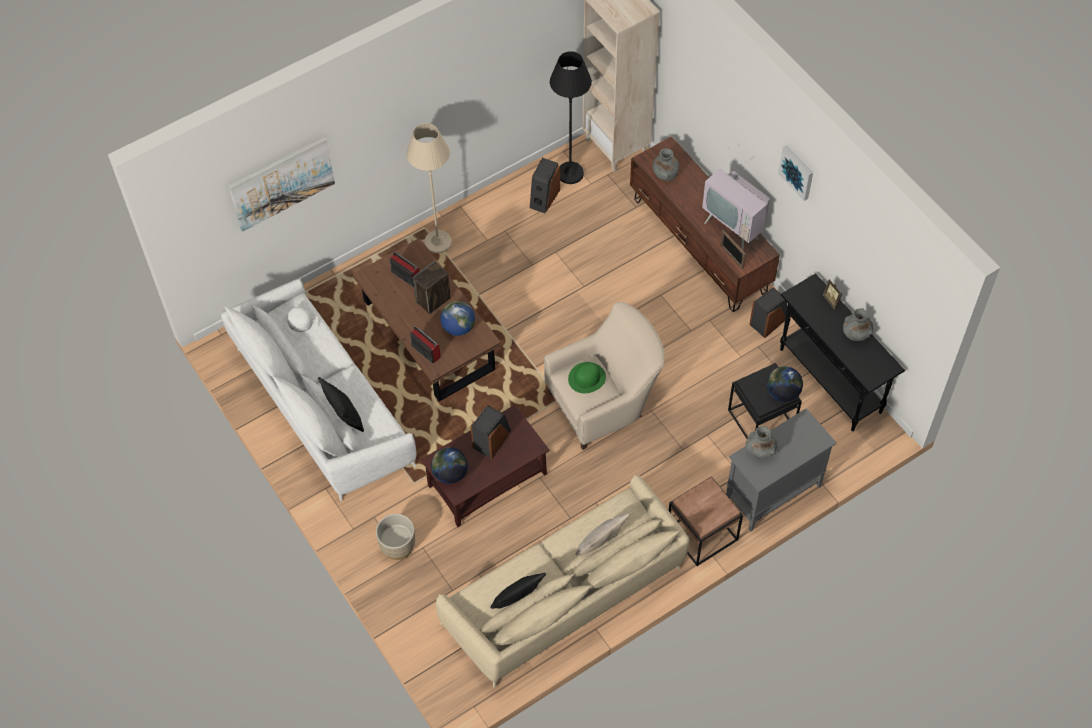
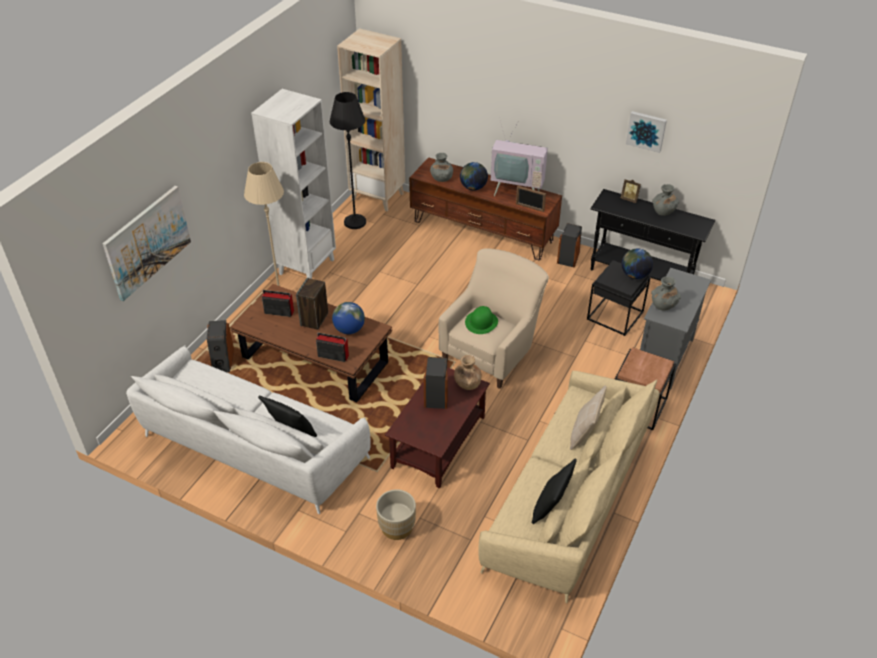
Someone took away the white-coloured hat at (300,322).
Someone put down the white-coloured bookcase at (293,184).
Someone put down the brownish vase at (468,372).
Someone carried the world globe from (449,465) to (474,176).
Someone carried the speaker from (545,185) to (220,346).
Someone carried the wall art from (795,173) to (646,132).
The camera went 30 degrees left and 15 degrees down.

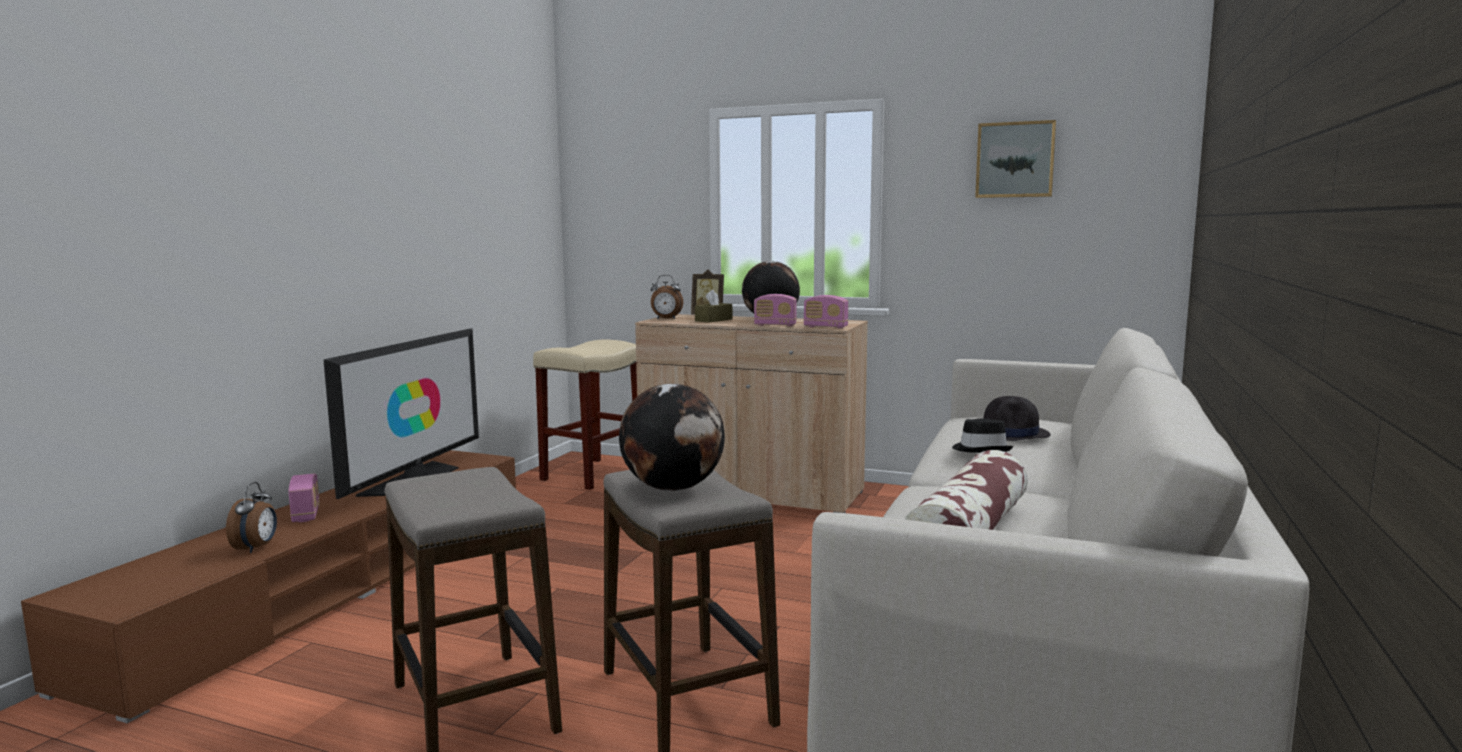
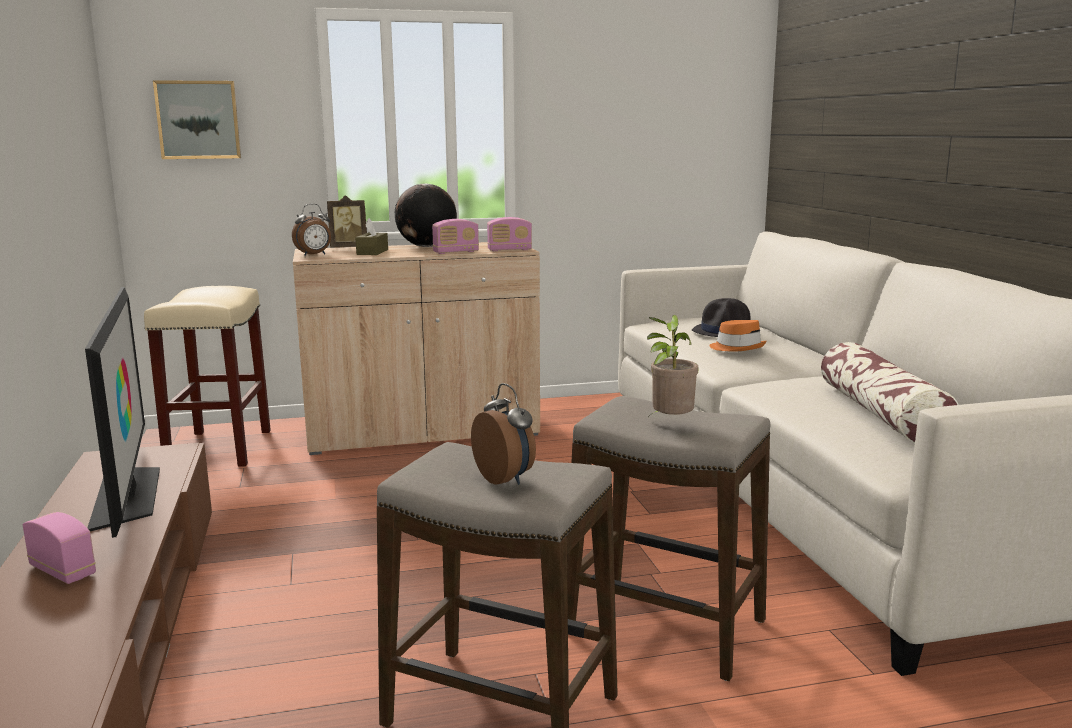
Someone carried the alarm clock from (251,517) to (503,434).
Someone carried the wall art from (1015,159) to (197,119).
Someone swapped the world globe at (672,437) for the houseplant at (672,366).
Someone repainted the black hat at (982,436), which became the orange hat at (737,336).
The camera went 35 degrees left and 5 degrees up.

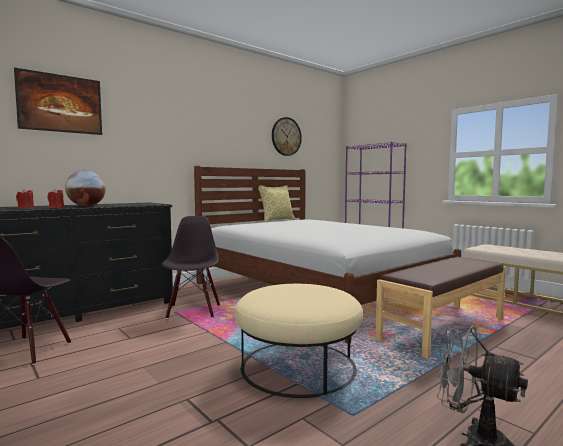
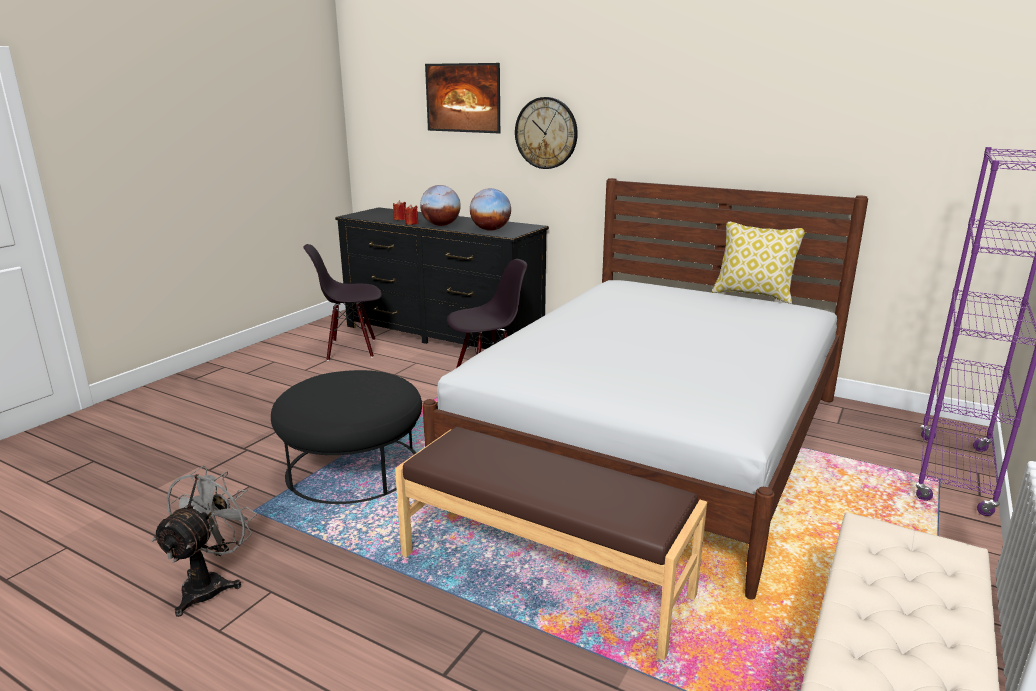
Someone put down the world globe at (490,209).
Someone carried the wall clock from (287,136) to (546,133).
Someone repainted the beige footrest at (298,341), which became the black footrest at (346,437).
The camera went 70 degrees right and 15 degrees up.

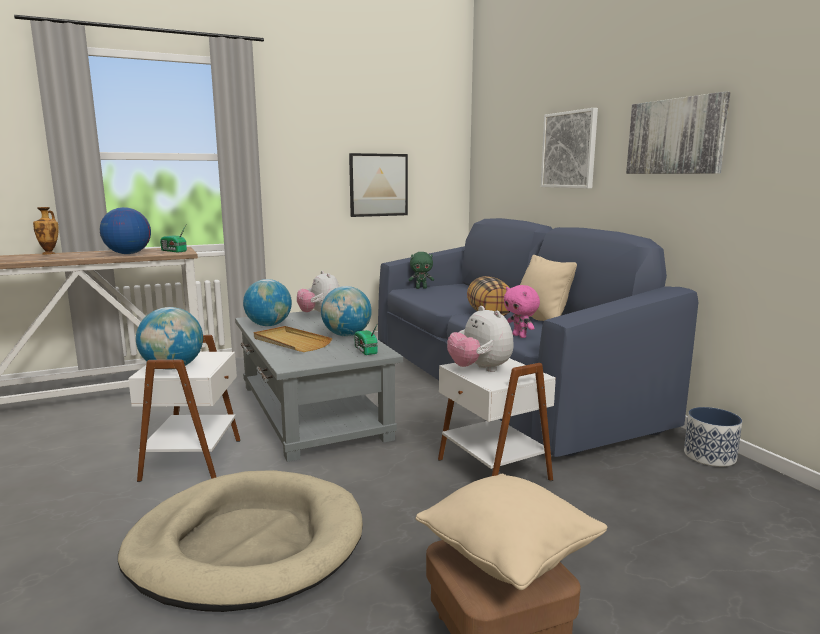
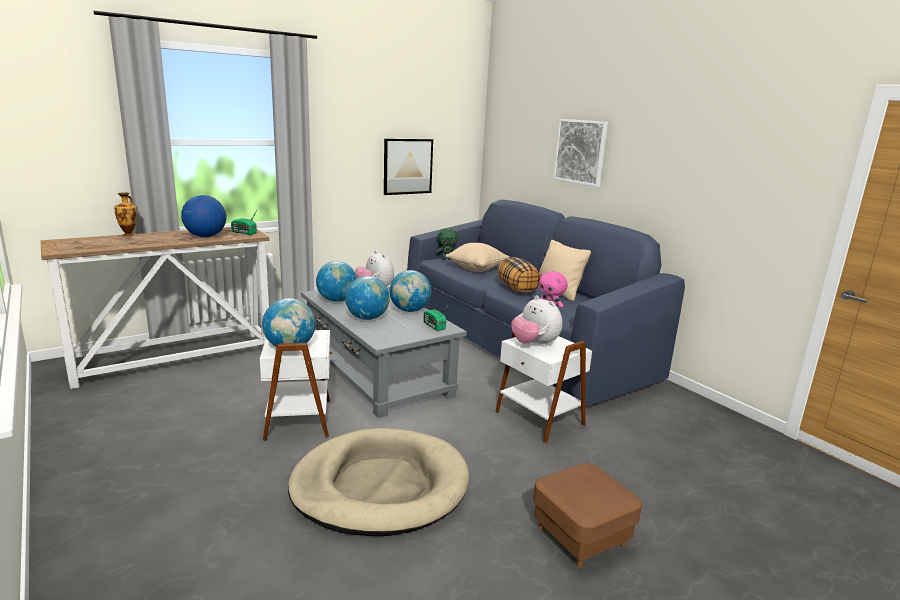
Someone took away the wall art at (678,133).
Someone took away the planter at (713,437).
Someone carried the beige pillow from (511,532) to (478,257).
Someone swapped the beige serving tray at (293,339) for the world globe at (367,298).
The camera went 10 degrees left and 5 degrees up.

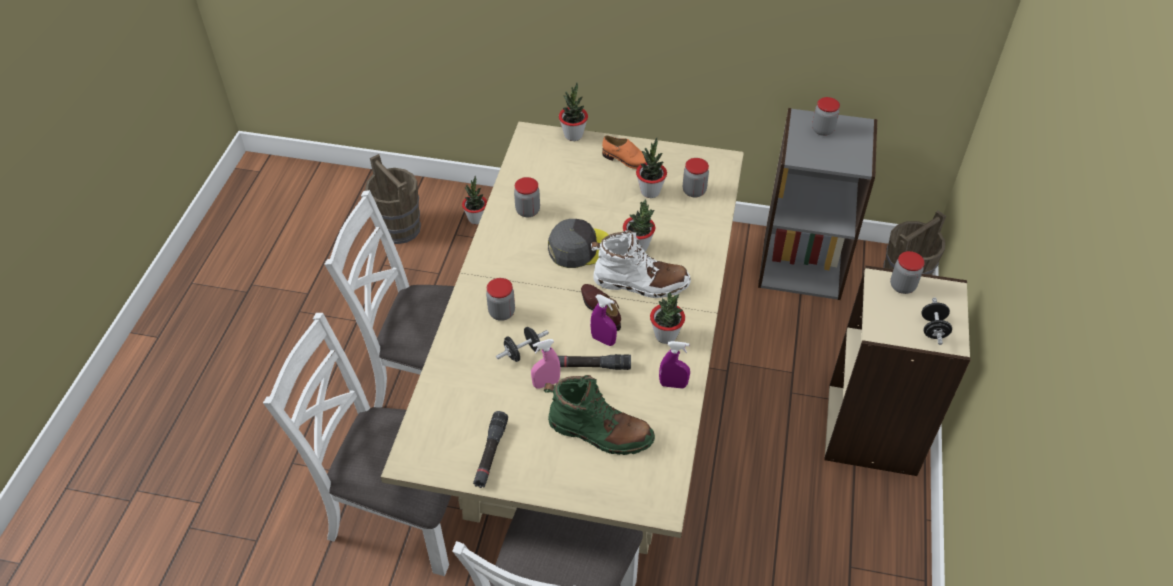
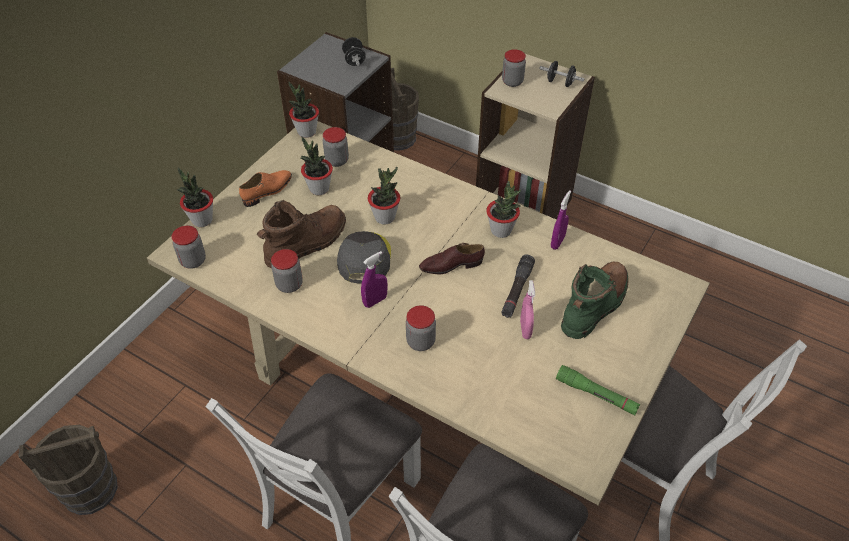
Someone took away the white-coloured high-top boot at (641,264).
Someone put down the brownish high-top boot at (301,234).
Someone carried the houseplant from (474,200) to (304,110).
Someone carried the black hand weight from (522,344) to (354,51).
Someone carried the purple hand sprayer from (603,320) to (374,279).
Someone carried the jar from (826,116) to (189,247).
Someone repainted the black torch at (490,449), which became the green-coloured torch at (598,390).
The camera went 70 degrees left and 0 degrees up.

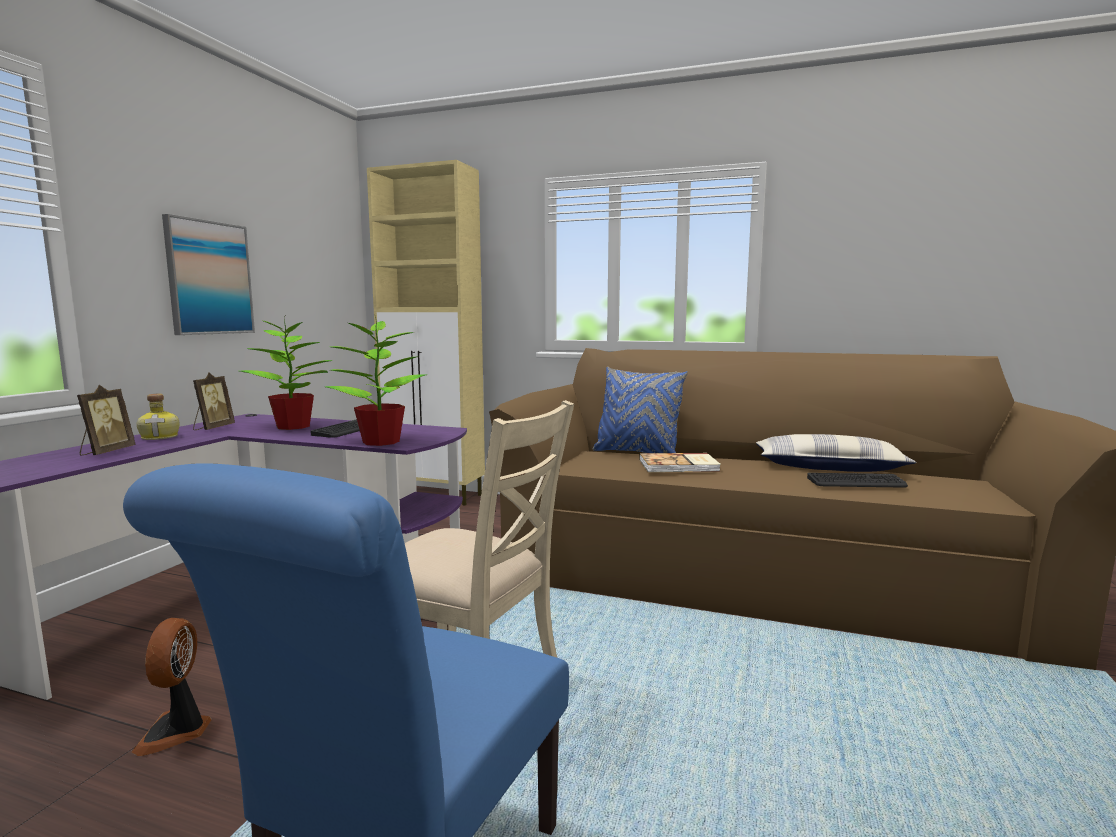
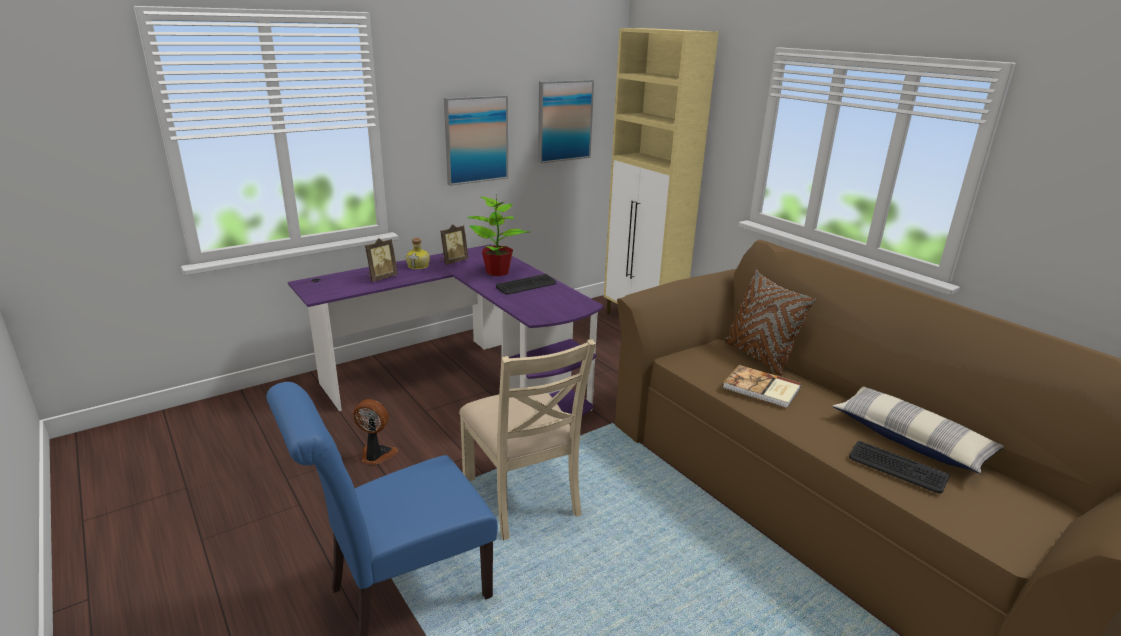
Someone took away the houseplant at (376,380).
Someone put up the wall art at (566,121).
Someone repainted the blue pillow at (640,410), which became the brownish pillow at (770,323).
Someone rotated the electric fan at (171,687) by 75 degrees clockwise.
The camera went 35 degrees right and 15 degrees up.

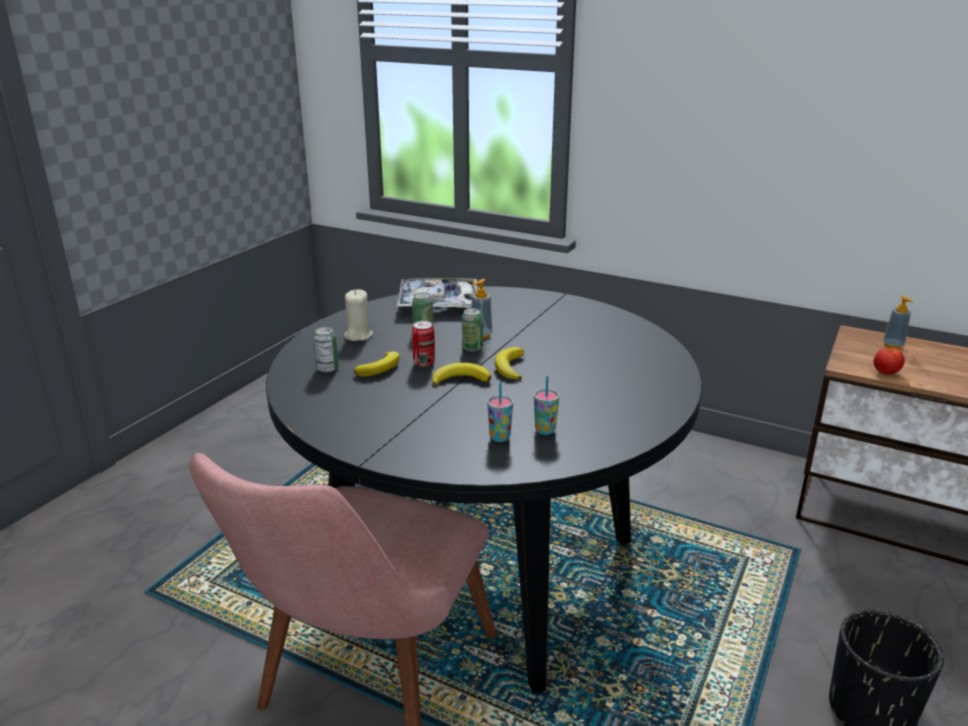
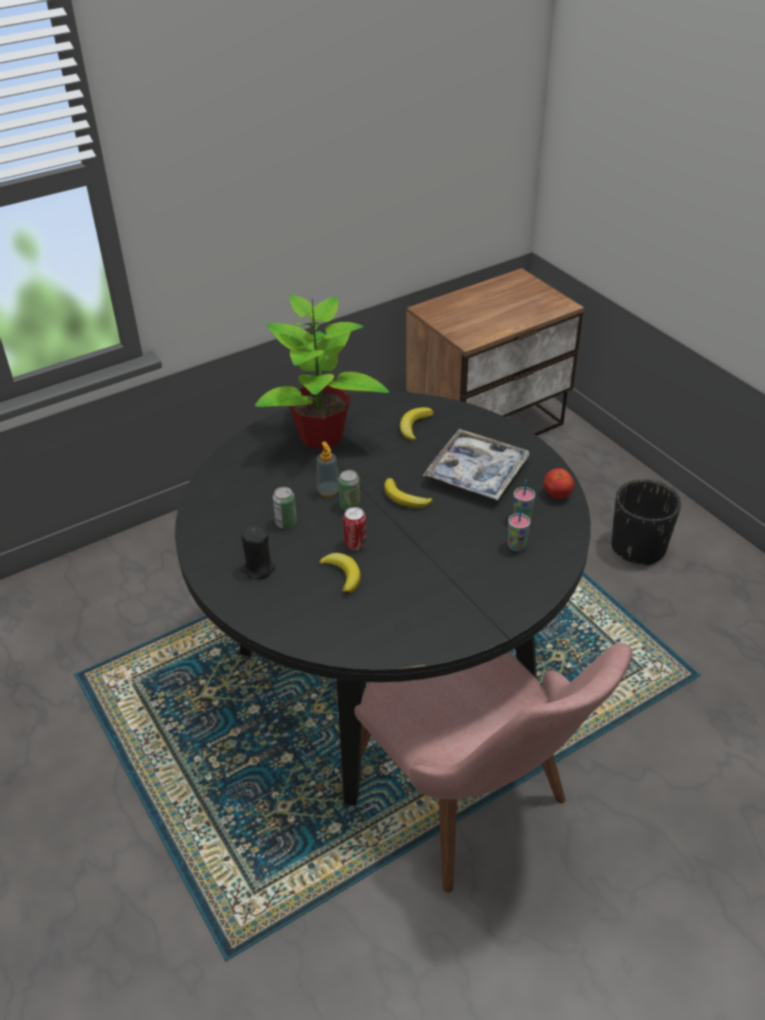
Someone took away the sealed can at (326,350).
Someone took away the soap dispenser at (898,322).
Someone put down the houseplant at (322,372).
Someone carried the serving tray from (436,294) to (476,464).
Someone carried the whole banana from (461,374) to (417,424).
Someone carried the tomato from (889,361) to (559,483).
Someone repainted the beige candle at (358,315), which became the black candle at (258,552).
The camera went 60 degrees left and 15 degrees up.

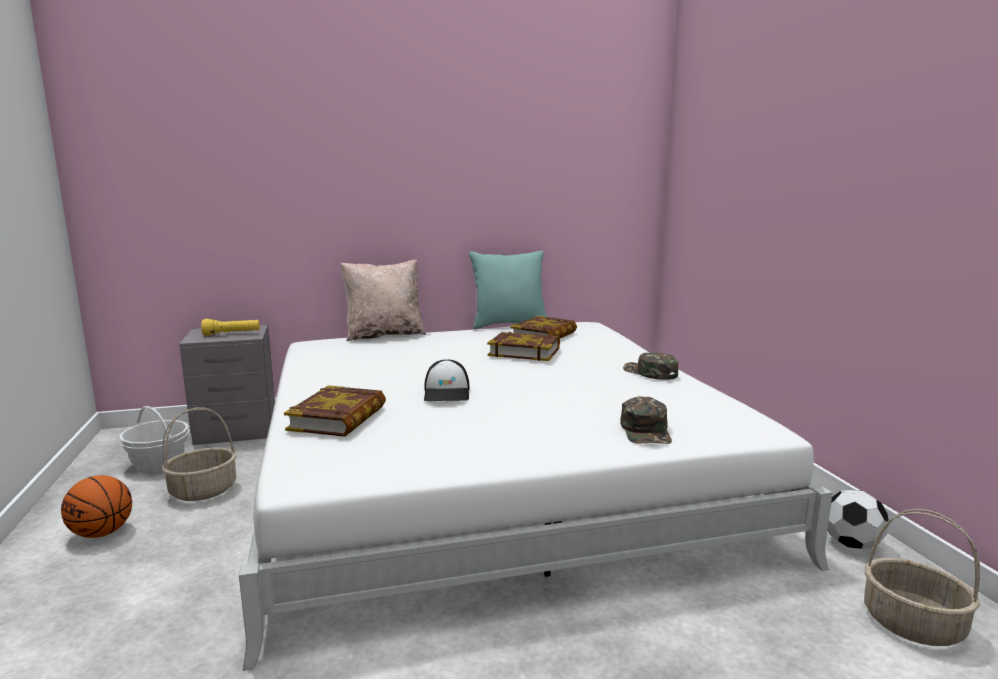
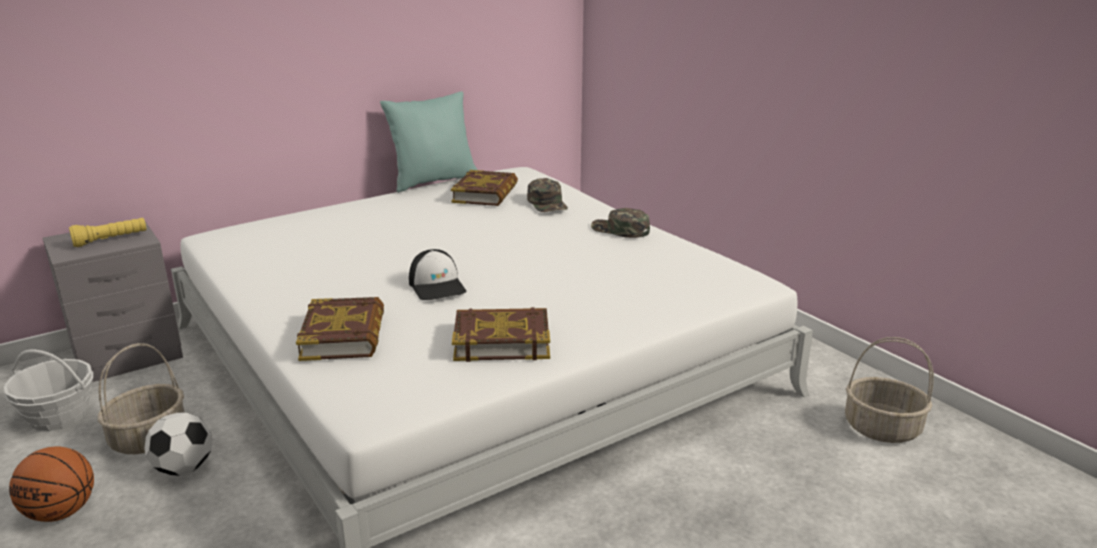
Someone took away the beige pillow at (383,300).
Someone carried the volume from (523,346) to (501,334).
Someone carried the green-coloured peaked cap from (646,420) to (547,195).
Someone carried the football ball from (858,519) to (178,444).
The camera went 20 degrees left and 10 degrees up.

